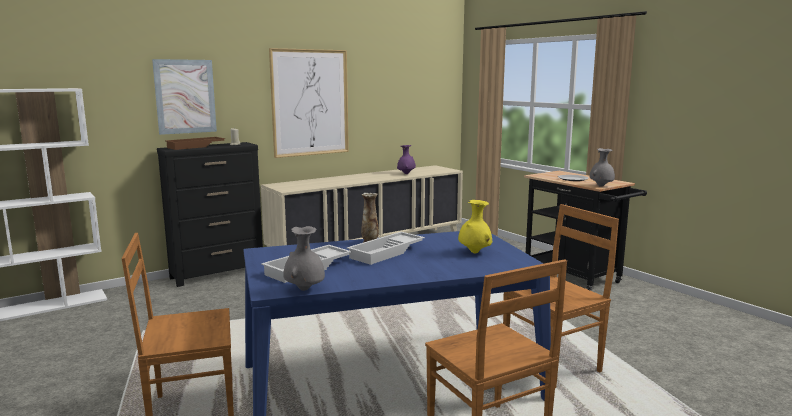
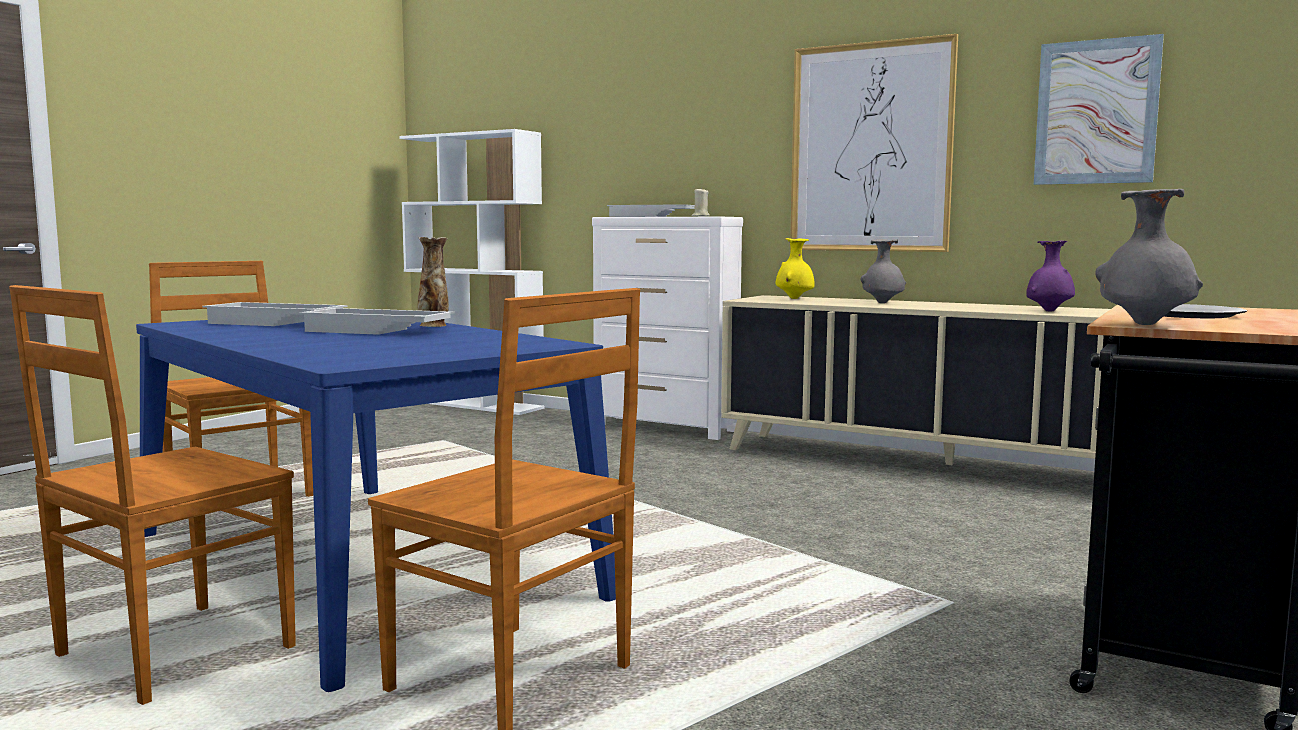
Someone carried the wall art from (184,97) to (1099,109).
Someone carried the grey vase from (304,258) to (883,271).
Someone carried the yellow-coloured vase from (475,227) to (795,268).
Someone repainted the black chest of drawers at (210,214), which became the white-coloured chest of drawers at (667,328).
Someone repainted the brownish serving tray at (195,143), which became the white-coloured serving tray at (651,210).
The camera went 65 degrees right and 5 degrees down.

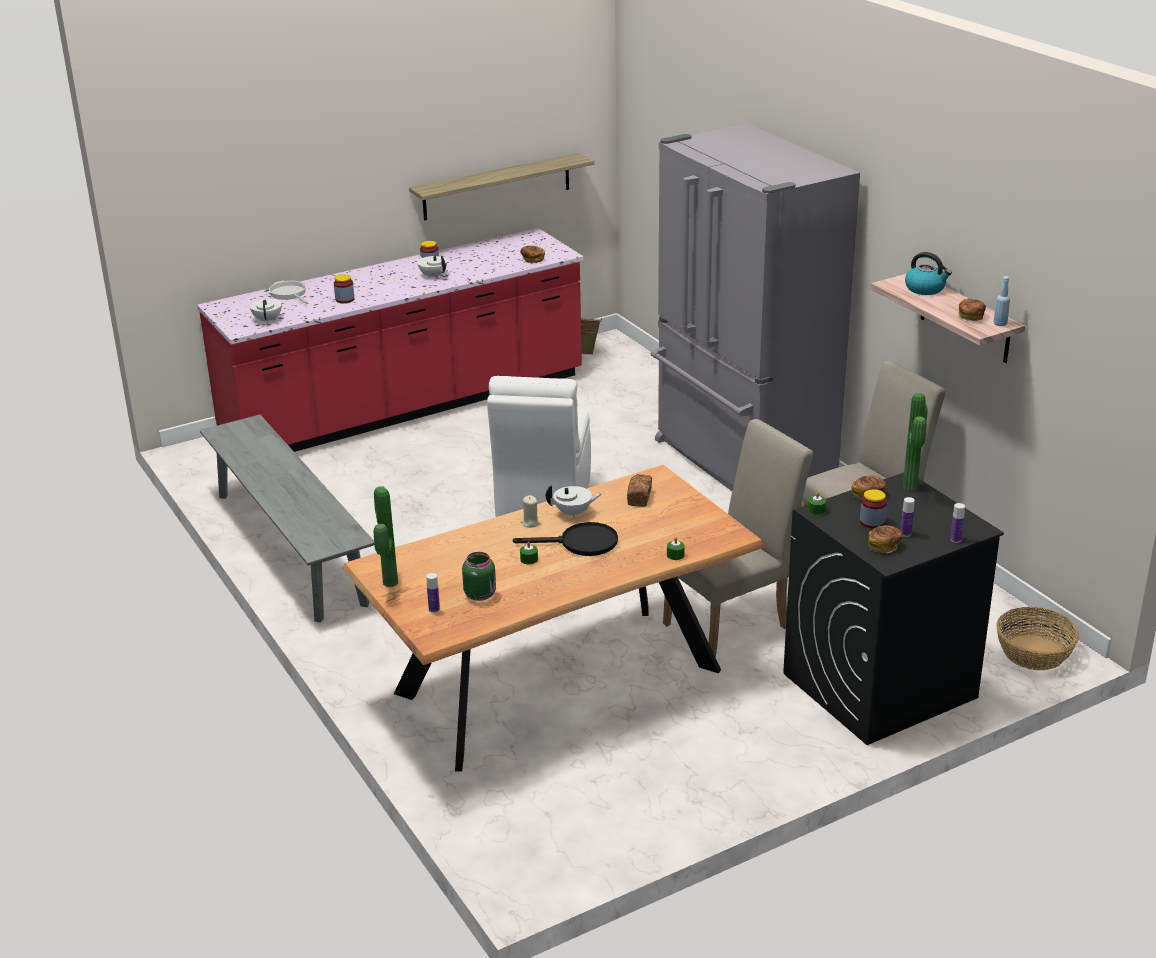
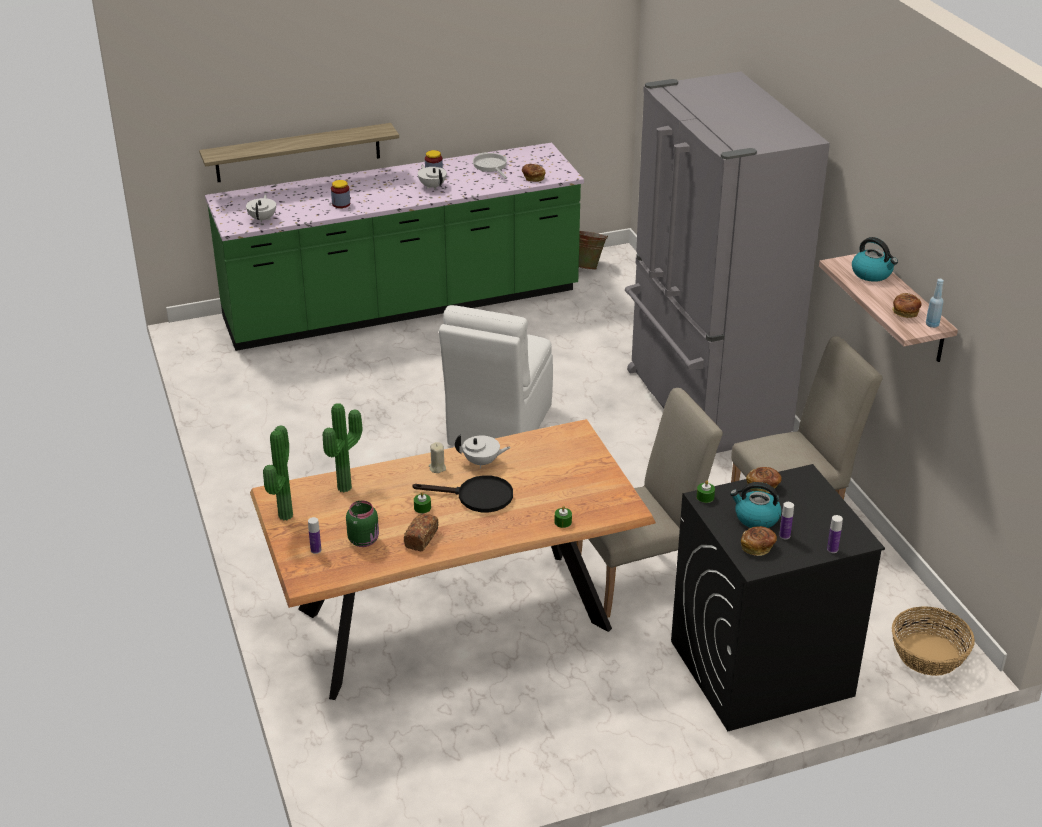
Someone took away the grey long seat at (287,519).
Someone carried the skillet from (288,292) to (490,165).
Someone carried the wall shelf from (501,186) to (299,152).
Someone carried the bakery bread from (639,490) to (421,532).
Someone carried the houseplant from (915,442) to (342,447).
Someone swapped the jar at (873,509) for the water kettle at (755,505).
Someone repainted the reddish counter at (390,340), which became the green-coloured counter at (394,247).
The camera went 10 degrees right and 5 degrees up.

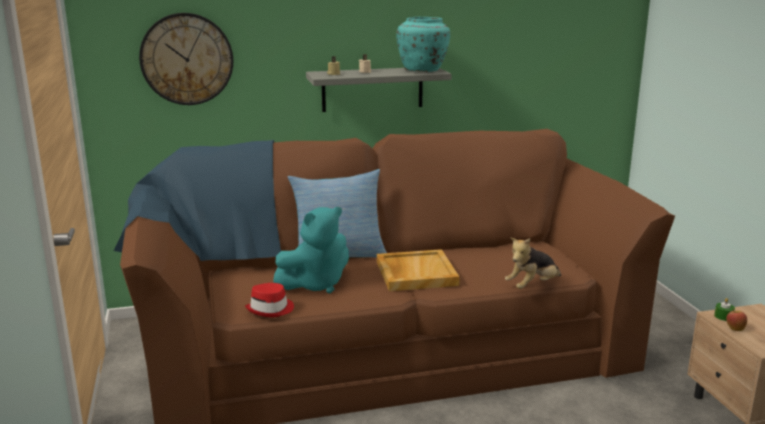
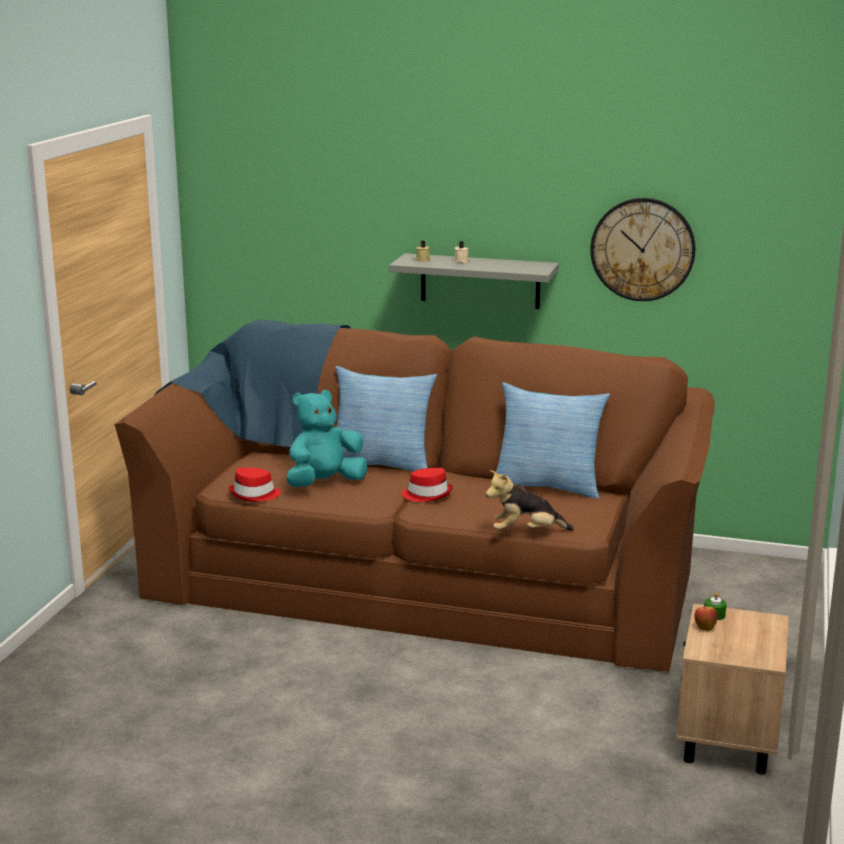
Someone took away the turquoise vase at (423,44).
Someone put down the pillow at (553,440).
Someone carried the wall clock from (186,59) to (643,249).
Someone swapped the beige serving tray at (418,270) for the reddish hat at (427,485).
Someone rotated the turquoise soft toy at (311,250) by 150 degrees clockwise.
The camera went 30 degrees right and 0 degrees up.

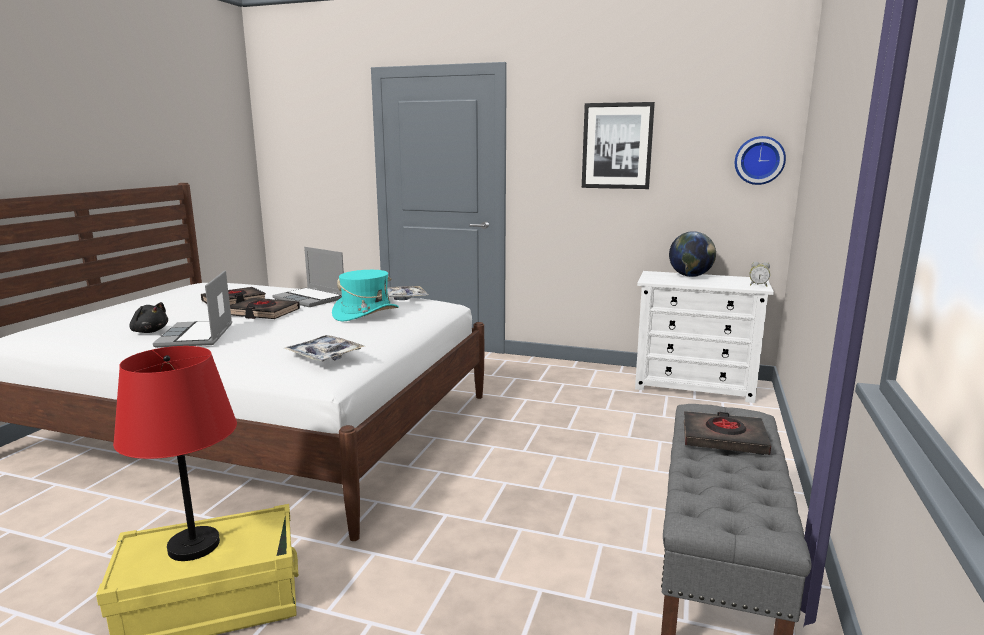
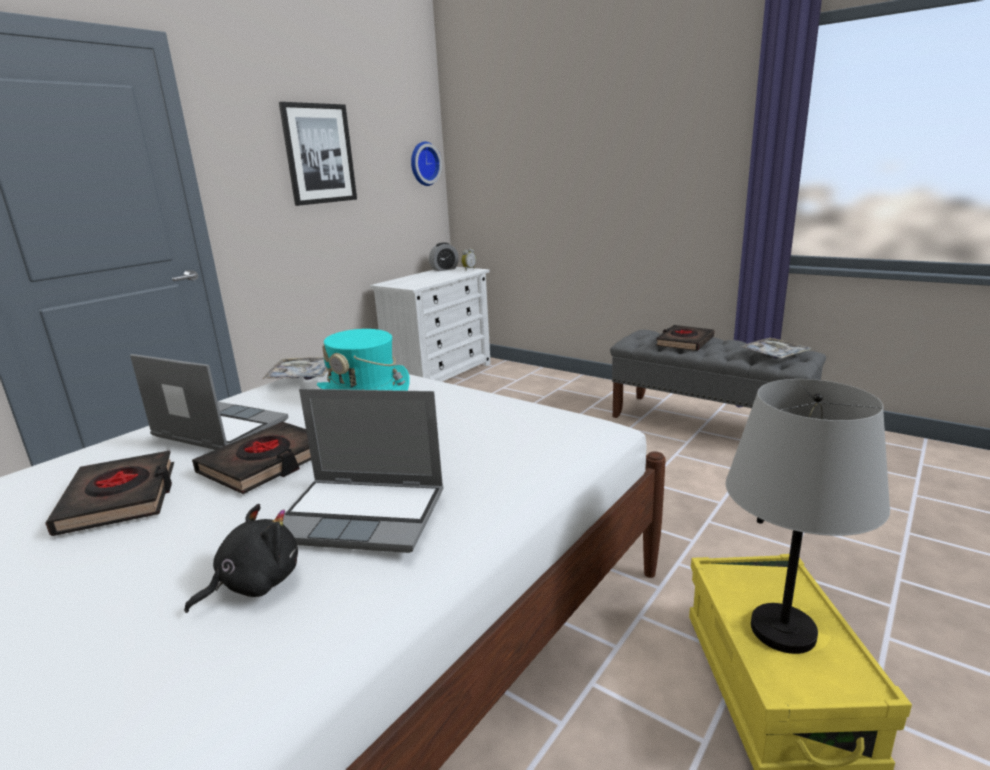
Someone took away the world globe at (692,254).
Someone put down the alarm clock at (444,256).
Someone carried the serving tray from (323,348) to (776,348).
Someone repainted the reddish tabletop lamp at (175,453), which became the grey tabletop lamp at (808,516).
Someone rotated the laptop at (308,277) by 120 degrees counterclockwise.
The camera went 70 degrees left and 5 degrees up.

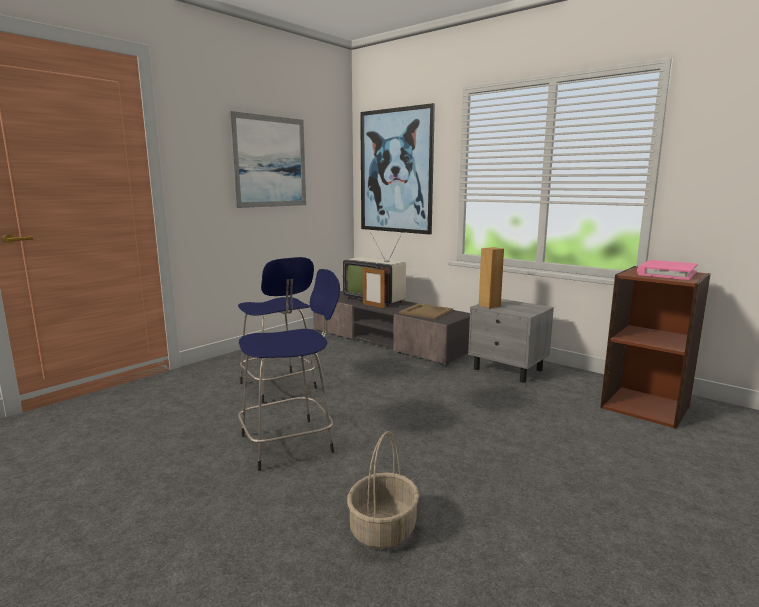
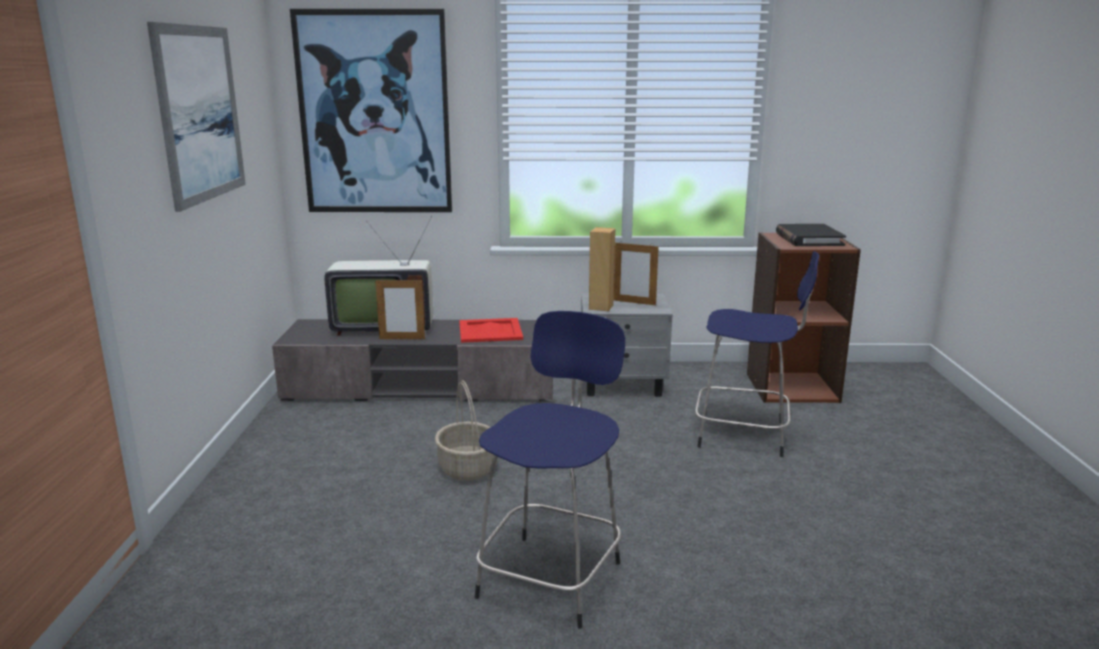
Someone put down the standing frame at (636,274).
Someone carried the blue sitting stool from (277,330) to (757,354).
Someone carried the household basket from (383,490) to (466,430).
Someone repainted the beige serving tray at (426,311), which became the reddish serving tray at (491,330).
Someone repainted the pink-coloured volume at (667,270), which became the black volume at (811,235).
The camera went 40 degrees left and 5 degrees up.

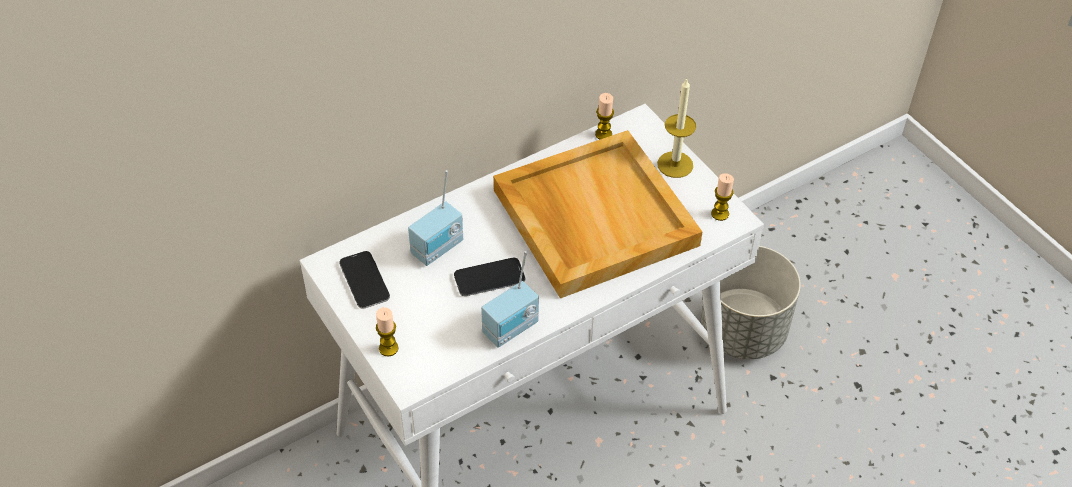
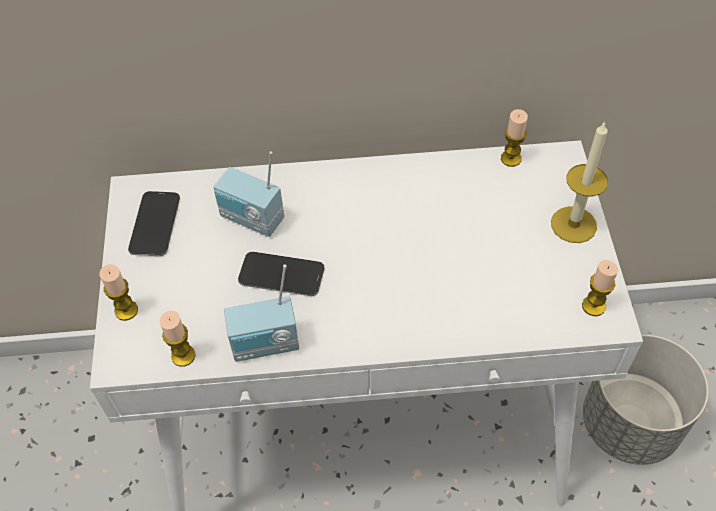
Someone took away the beige serving tray at (597,214).
Someone put down the candle at (177,339).
Someone rotated the radio receiver at (435,218) by 45 degrees clockwise.
The camera went 30 degrees right and 5 degrees up.

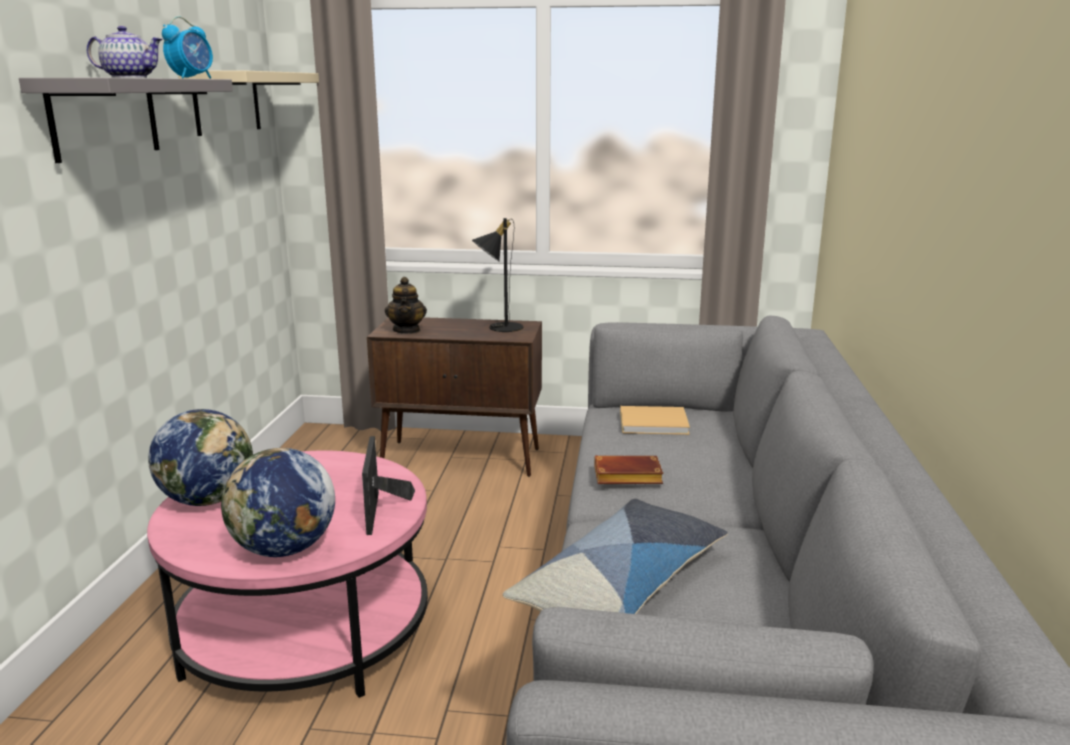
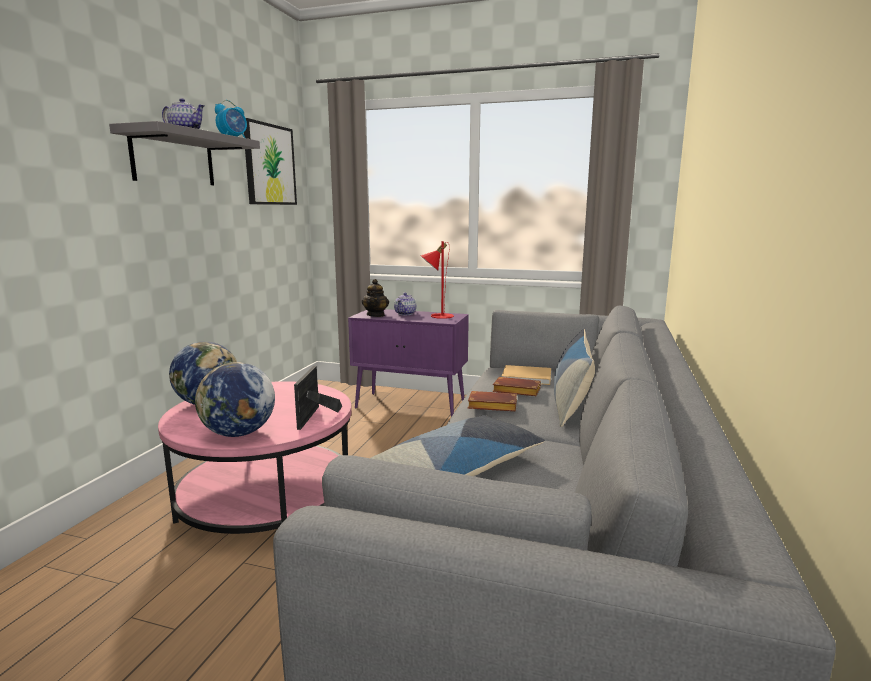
Someone put down the teapot at (405,303).
Someone put down the brownish volume at (516,386).
Someone put down the pillow at (574,378).
Someone swapped the beige wall shelf at (248,103) for the wall art at (270,161).
Someone repainted the brownish cabinet at (454,397), which became the purple cabinet at (408,363).
Someone repainted the black tabletop lamp at (497,275), which became the reddish tabletop lamp at (437,280).
The camera went 10 degrees right and 5 degrees down.

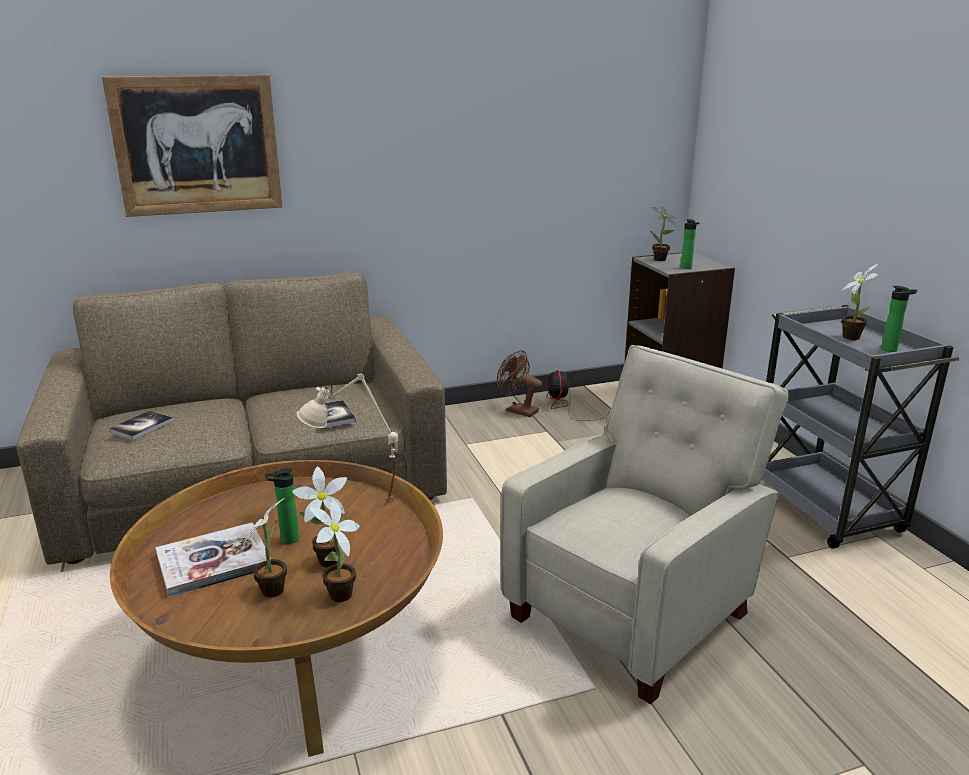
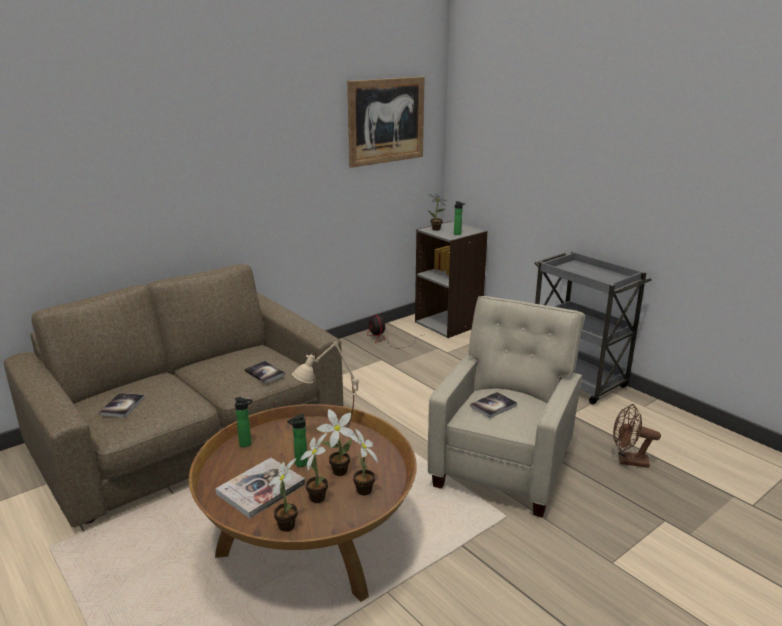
Someone put down the volume at (493,405).
Someone carried the wall art from (192,146) to (386,122).
Someone carried the brownish electric fan from (519,383) to (637,436).
Someone carried the houseplant from (859,302) to (283,495).
Someone carried the beverage bottle from (899,319) to (244,422).
The camera went 20 degrees left and 0 degrees up.

